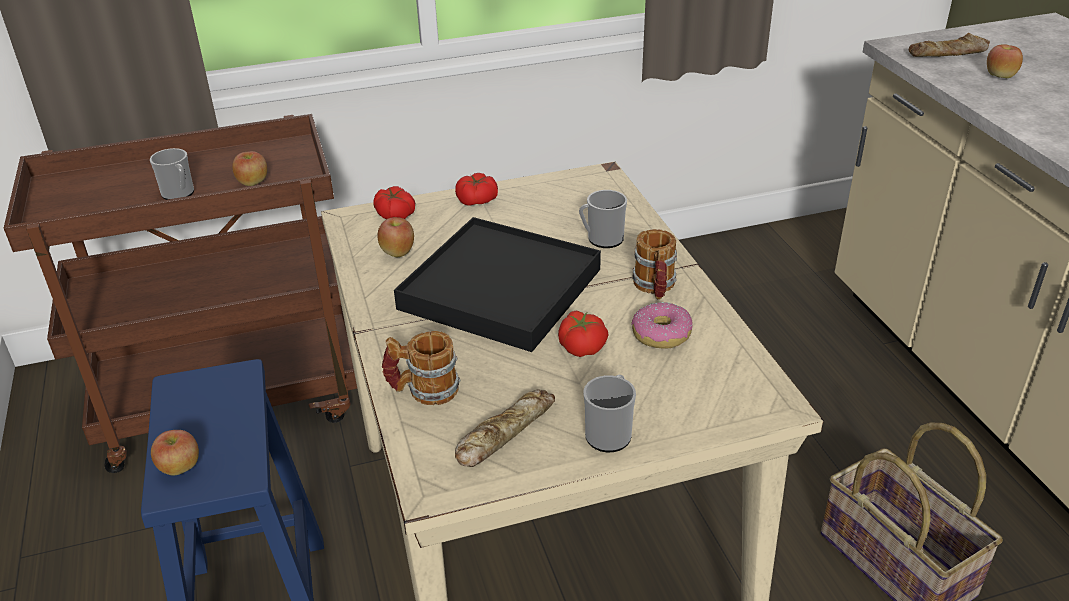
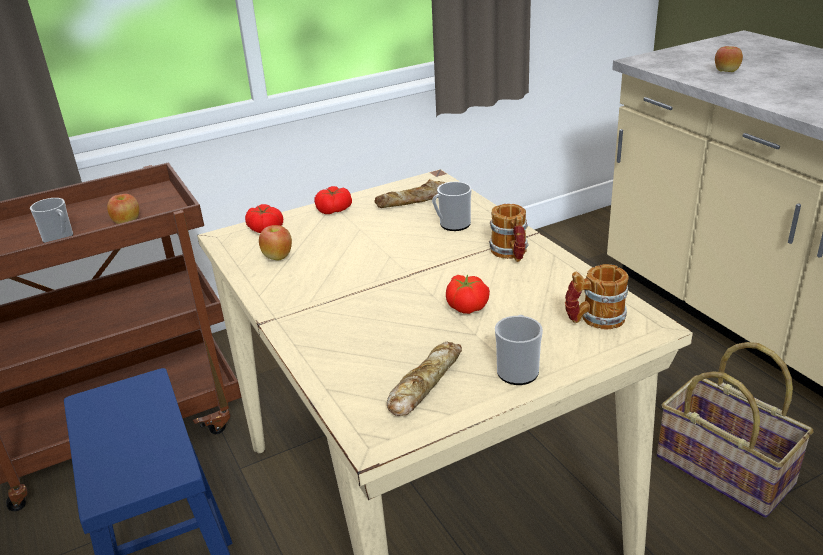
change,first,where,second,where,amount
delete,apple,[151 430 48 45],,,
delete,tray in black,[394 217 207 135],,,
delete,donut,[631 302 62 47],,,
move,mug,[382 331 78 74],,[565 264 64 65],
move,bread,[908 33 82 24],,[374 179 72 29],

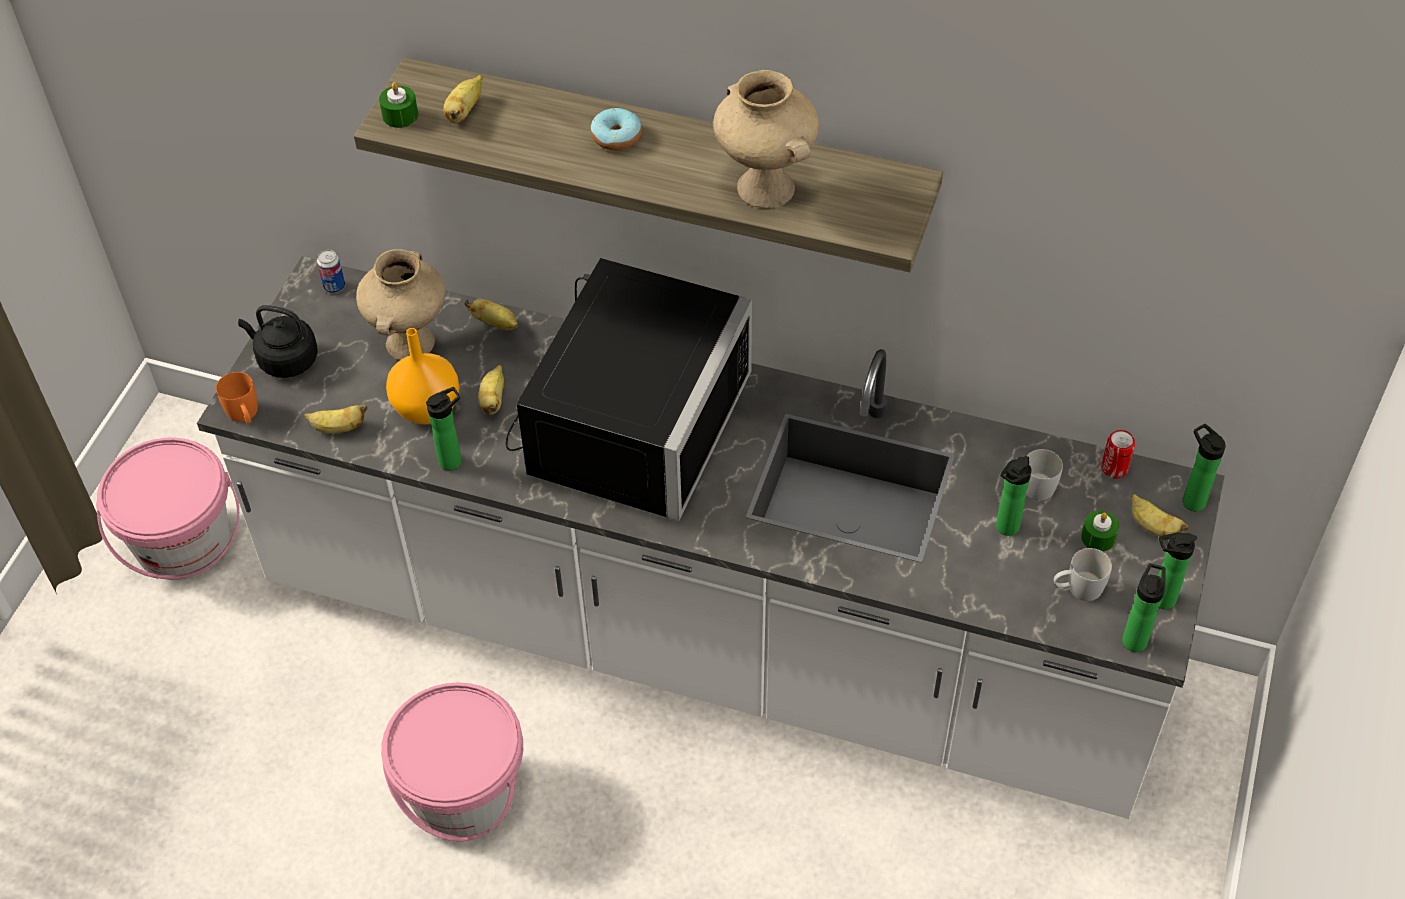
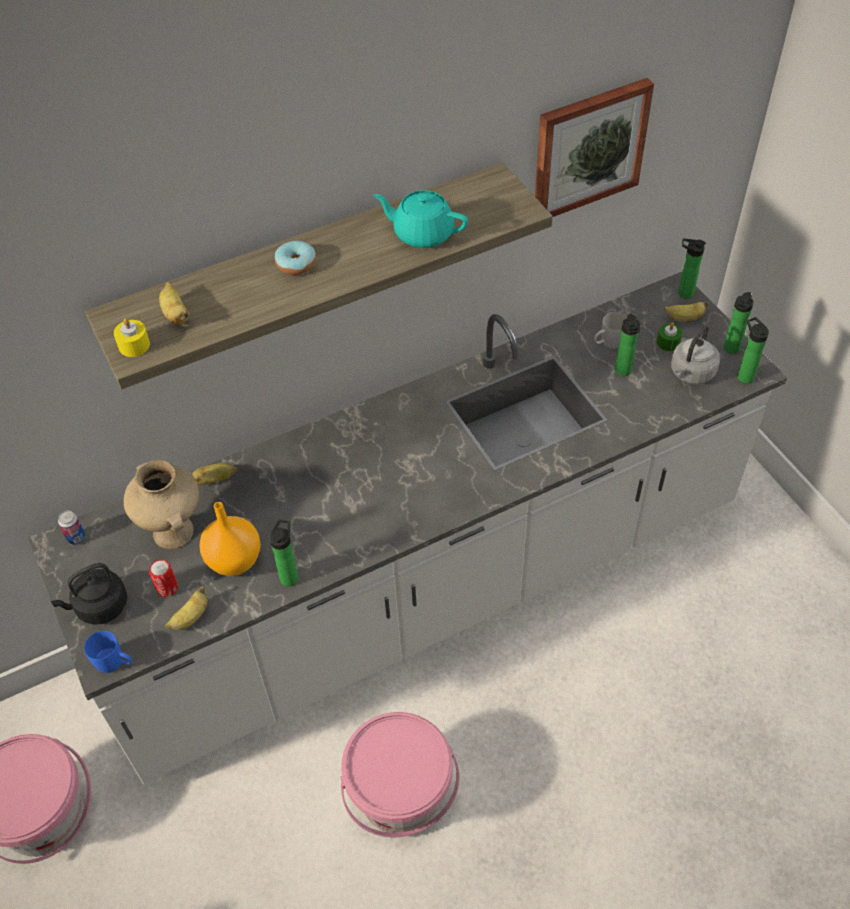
change,first,where,second,where,amount
delete,banana,[478 365 26 50],,,
delete,microwave in black,[505 258 247 263],,,
insert,,,picture,[535 78 119 139],
move,can,[1101 430 34 49],,[149 559 29 38],
replace,vase in beige,[713 70 106 138],teapot in turquoise,[373 190 95 58],
replace,mug in white,[1054 548 58 53],kettle in grey,[671 325 49 59],
recolor,mug in orange,[216 372 42 52],mug in blue,[84 631 48 42],
recolor,candle in green,[379 82 39 46],candle in yellow,[114 318 36 39],

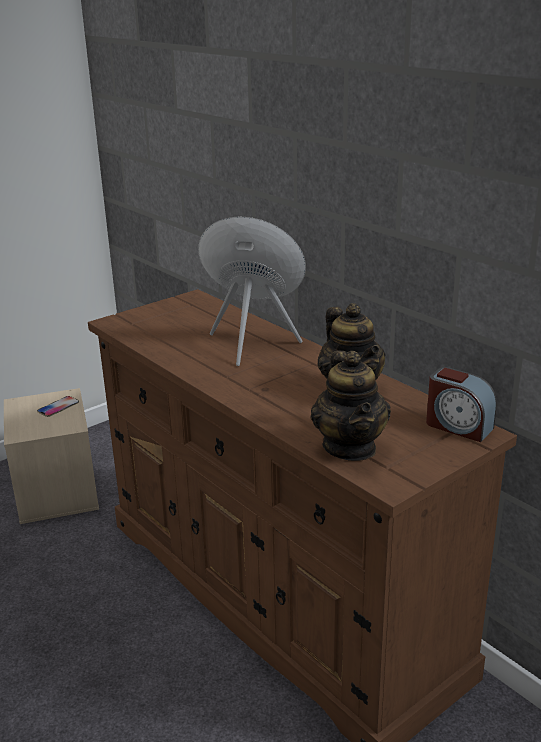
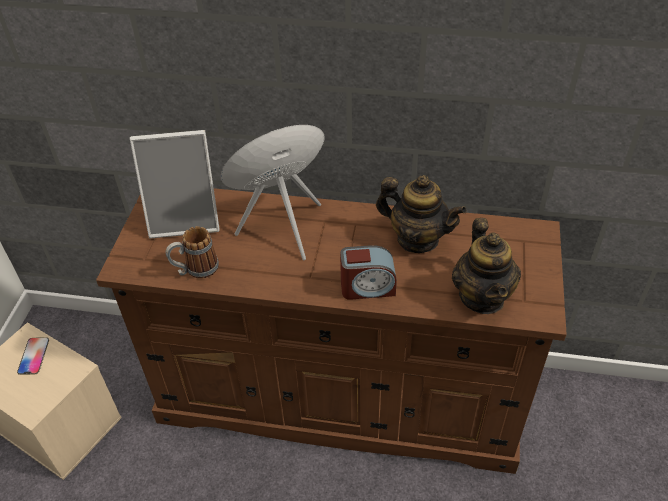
change,first,where,second,where,amount
insert,,,picture frame,[130 130 90 109],
insert,,,mug,[165 226 54 53],
move,alarm clock,[426 367 71 75],,[340 245 57 55],
rotate,teapot,[310 351 81 110],,[452 218 69 96],45 degrees clockwise

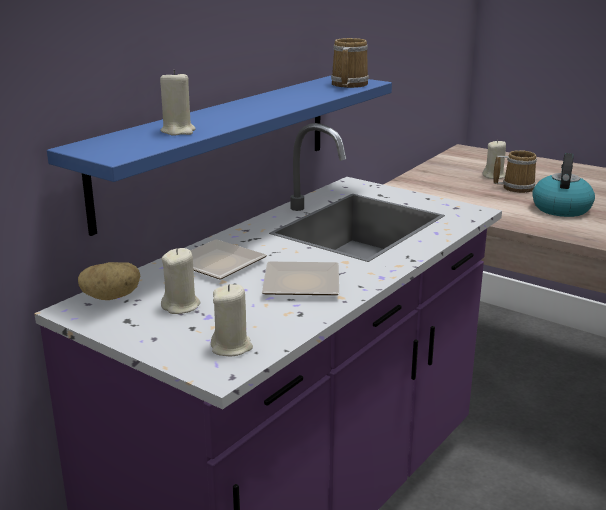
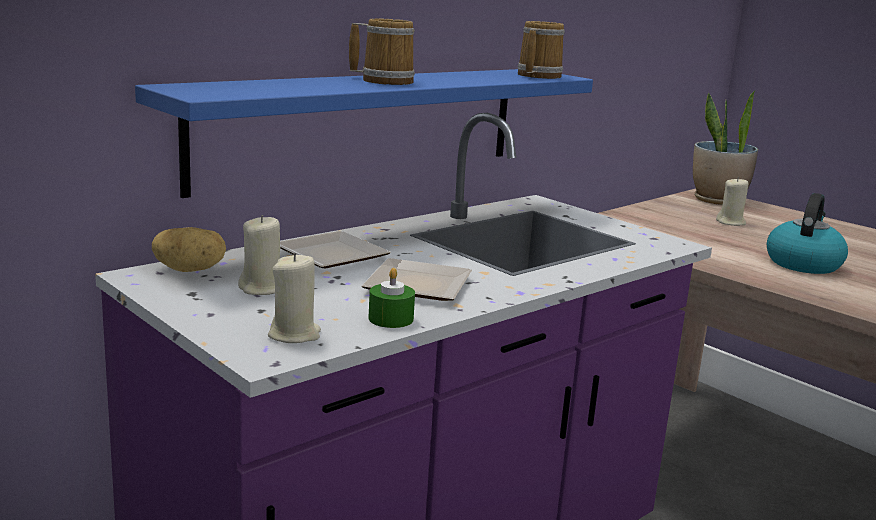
change,first,where,second,where,amount
delete,candle in beige,[160 70 36 66],,,
insert,,,candle in green,[369 268 46 60],
insert,,,potted plant,[693 90 65 115],
move,mug,[493 150 44 43],,[349 18 66 67],

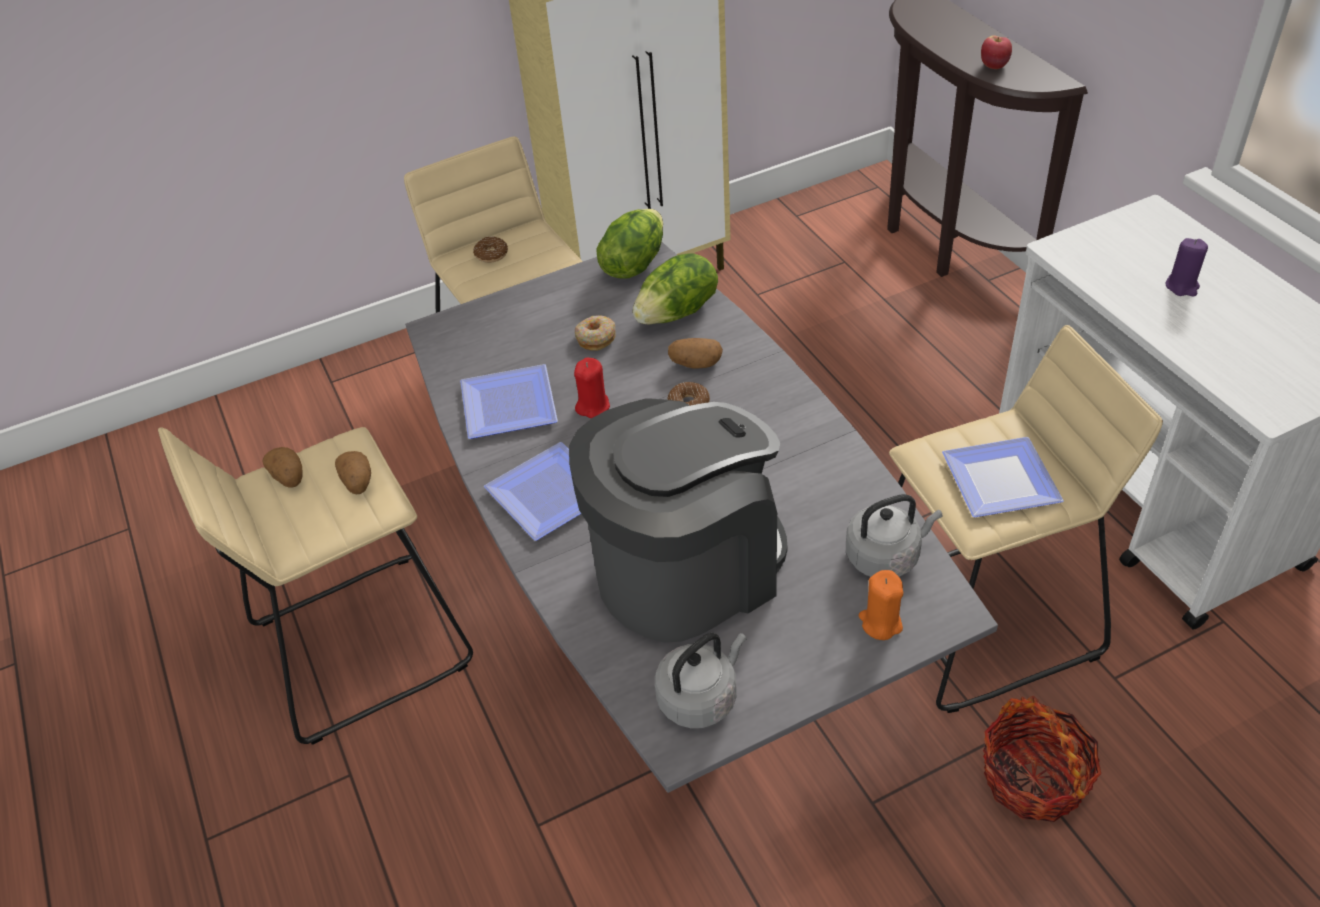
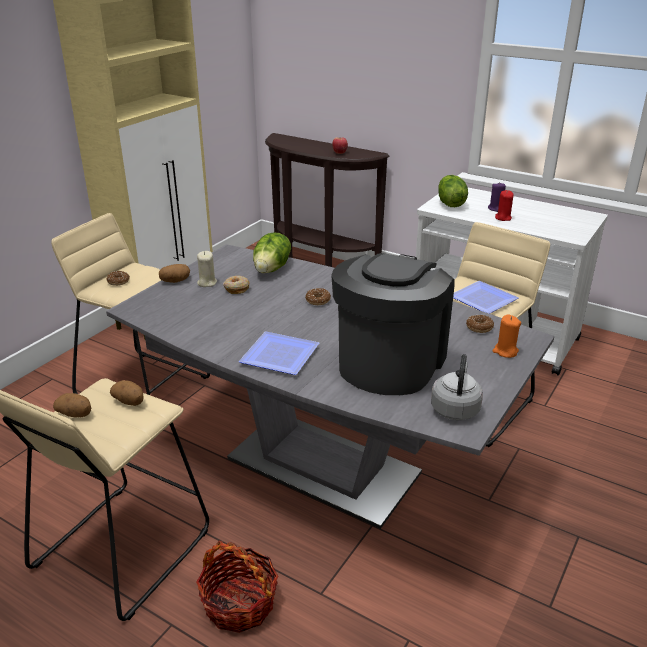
change,first,where,second,where,amount
delete,plate,[460 364 98 75],,,
insert,,,candle in beige,[197 251 20 36],
move,candle in red,[574 357 36 61],,[495 190 19 31],
move,lettuce,[596 209 67 69],,[438 175 30 32],
move,potato,[668 338 55 31],,[159 264 31 19],
move,basket,[983 696 118 126],,[196 541 82 92],
replace,kettle in grey,[846 494 96 83],donut,[466 315 28 18],

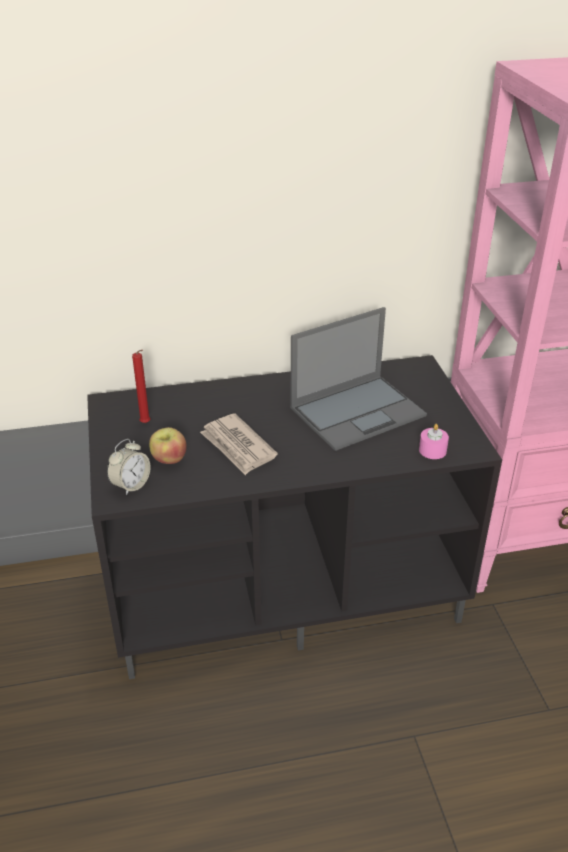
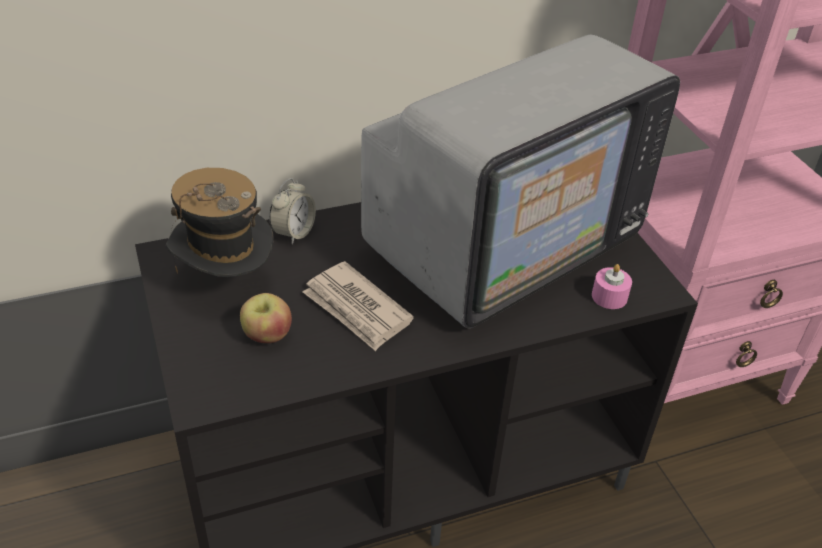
change,first,where,second,where,amount
move,alarm clock,[107 439 44 57],,[269 178 47 66],
replace,candle in red,[132 350 19 73],hat,[166 168 108 109],
replace,laptop,[290 307 137 144],television,[361 34 319 294],

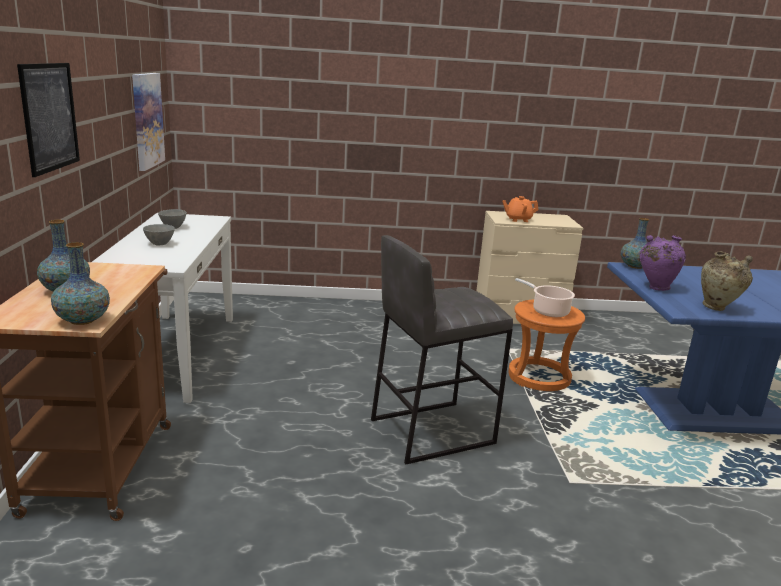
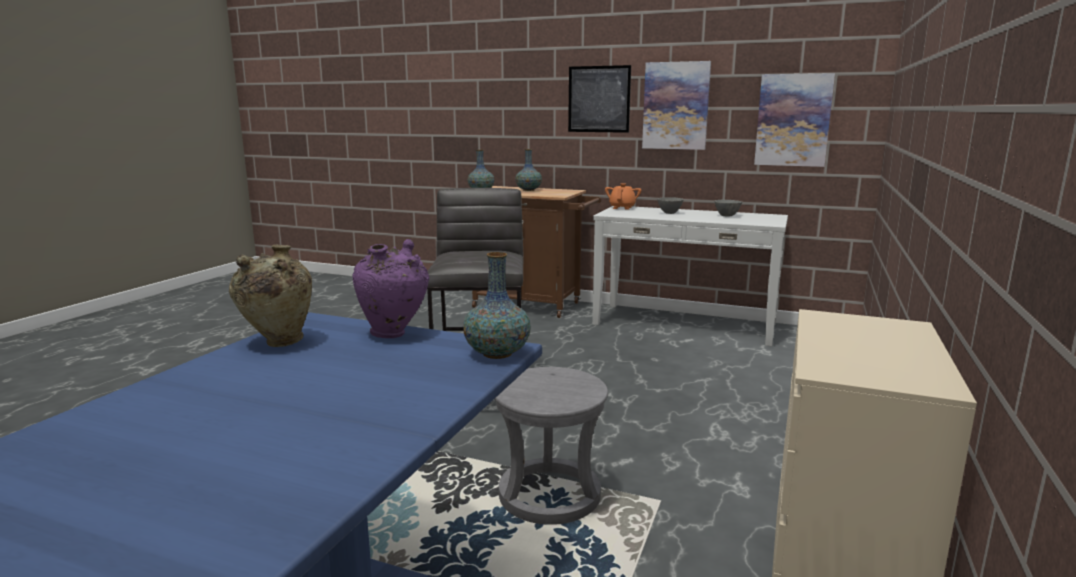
change,first,where,second,where,amount
delete,cooking pot,[515 278 60 39],,,
insert,,,picture,[642 61 69 89],
move,teapot in orange,[502 196 37 26],,[605 183 36 27],
recolor,stool in orange,[508 299 77 92],stool in grey,[495 367 113 158],

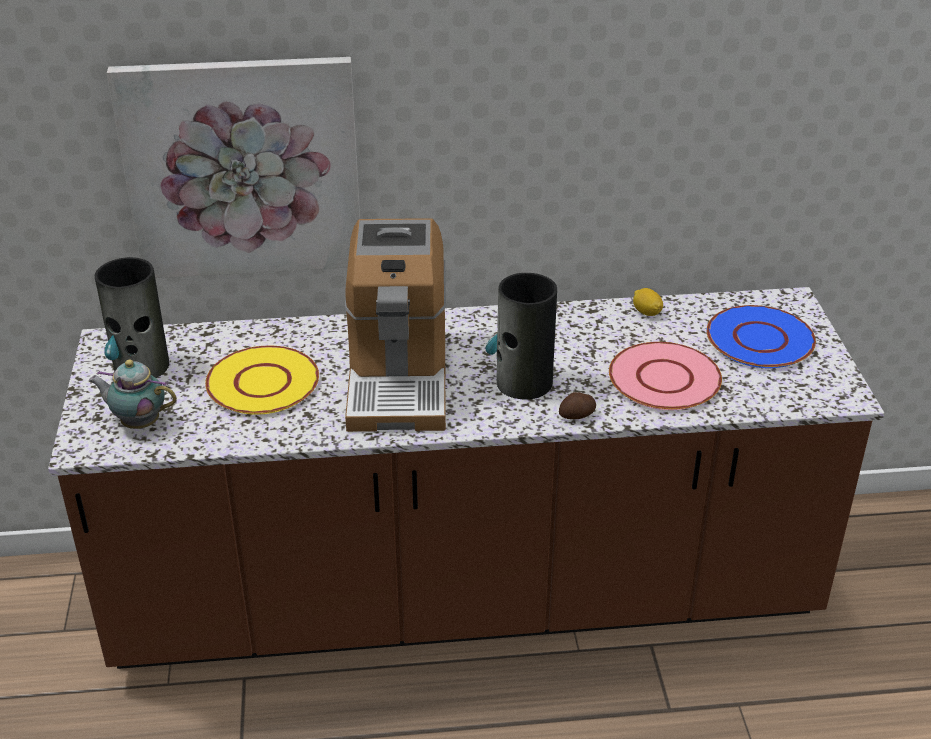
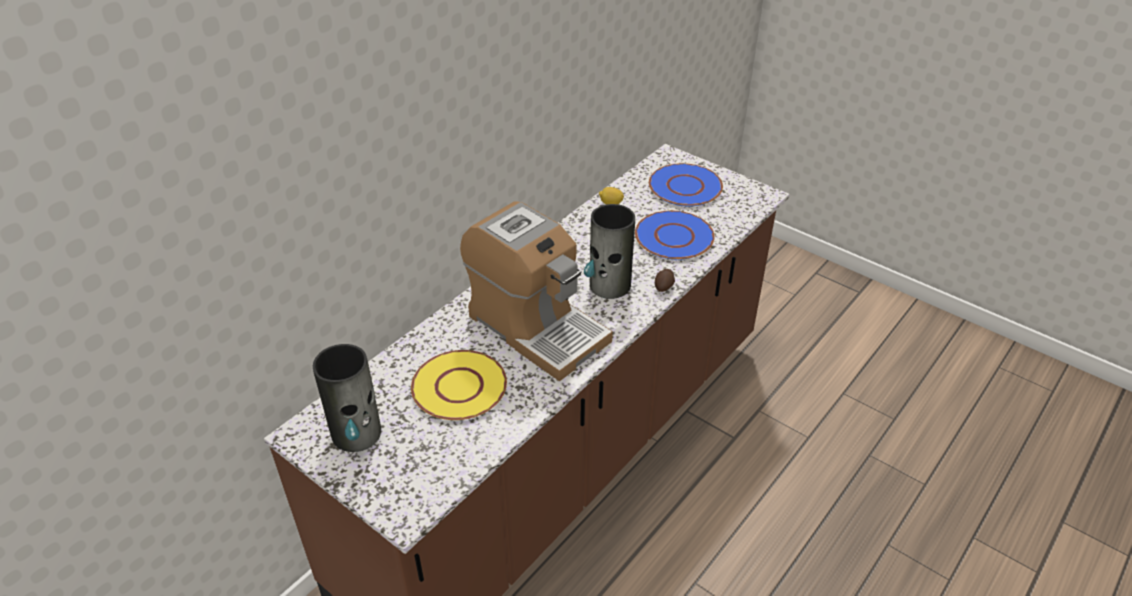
change,first,where,second,where,amount
delete,teapot,[89 360 88 69],,,
delete,picture,[107 57 253 221],,,
recolor,plate in pink,[609 342 113 68],plate in blue,[635 211 80 49],

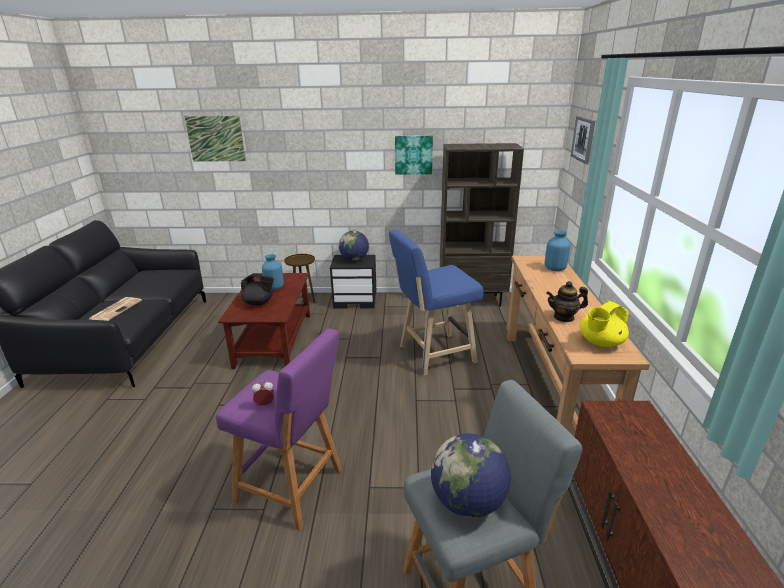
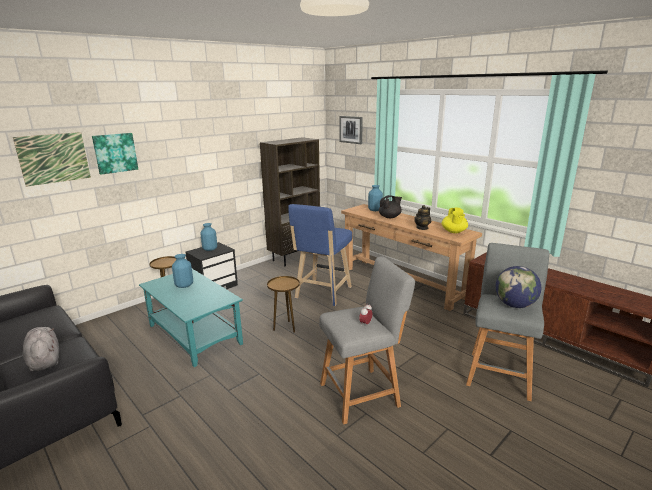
change,first,where,second,where,amount
insert,,,side table in brown,[267 276 33 57],
move,teapot in black,[241 274 33 32],,[379 195 23 23],
move,picture,[395 135 38 40],,[92 133 46 42],
replace,newspaper,[89 297 53 24],plush toy in grey,[23 327 36 44],
replace,globe,[339 231 30 30],vase in blue,[201 223 16 28],
recolor,stool in purple,[216 329 126 202],stool in grey,[319 257 96 167],
recolor,coffee table in brown,[218 273 92 96],coffee table in turquoise,[139 269 104 98],

